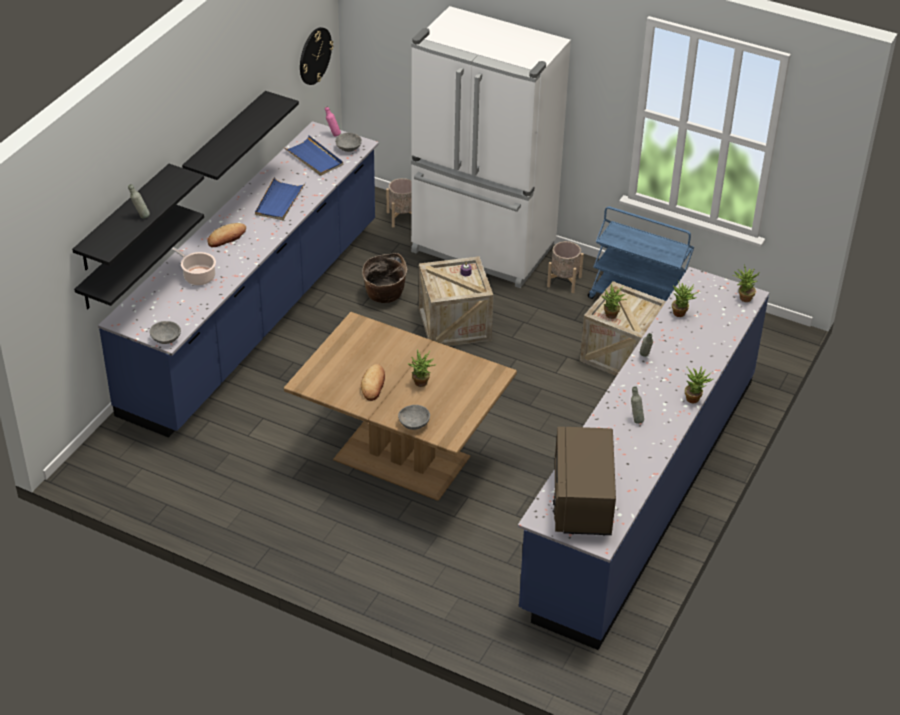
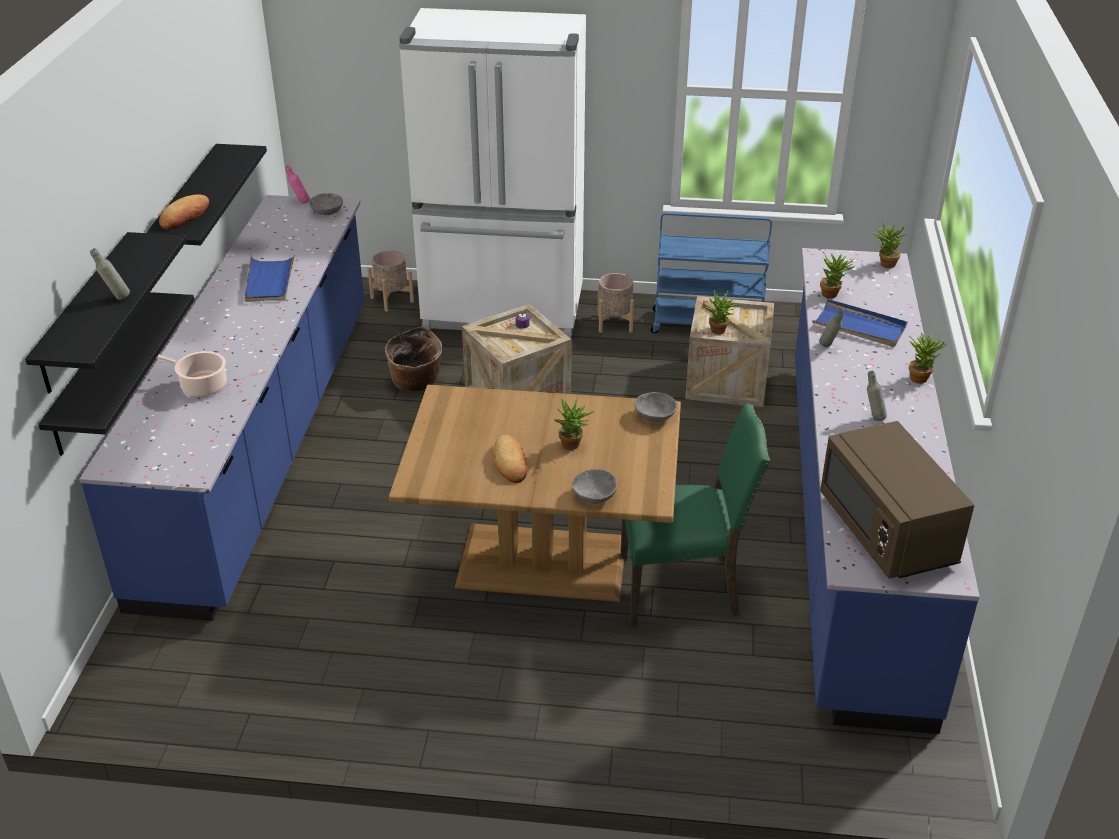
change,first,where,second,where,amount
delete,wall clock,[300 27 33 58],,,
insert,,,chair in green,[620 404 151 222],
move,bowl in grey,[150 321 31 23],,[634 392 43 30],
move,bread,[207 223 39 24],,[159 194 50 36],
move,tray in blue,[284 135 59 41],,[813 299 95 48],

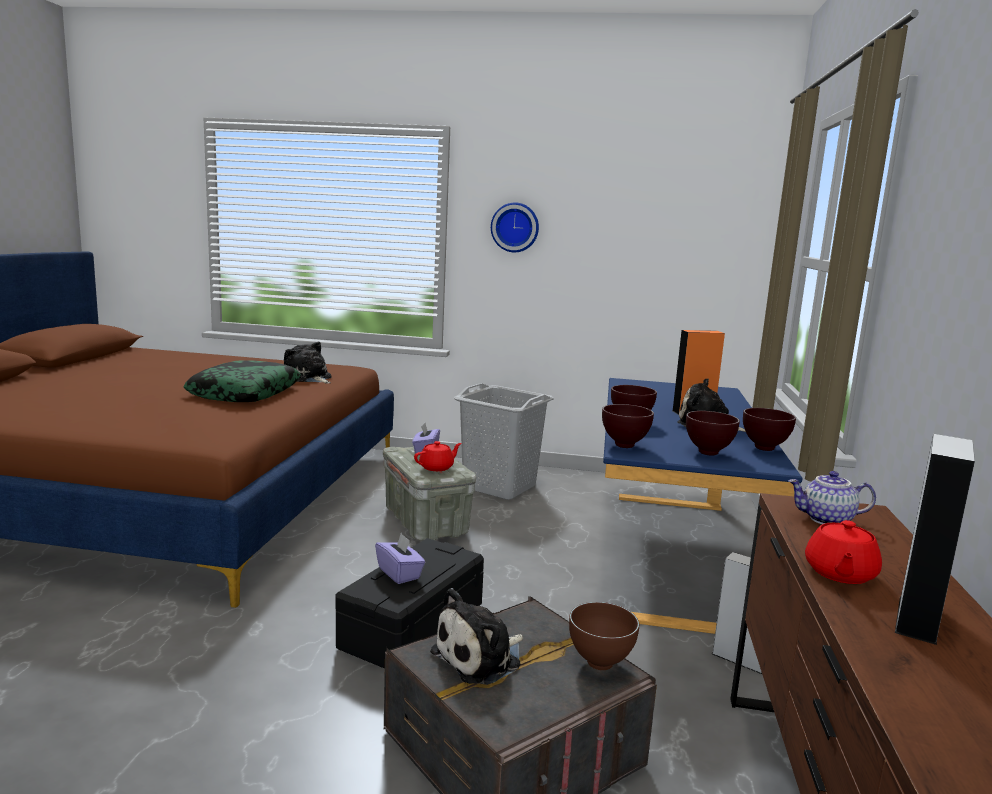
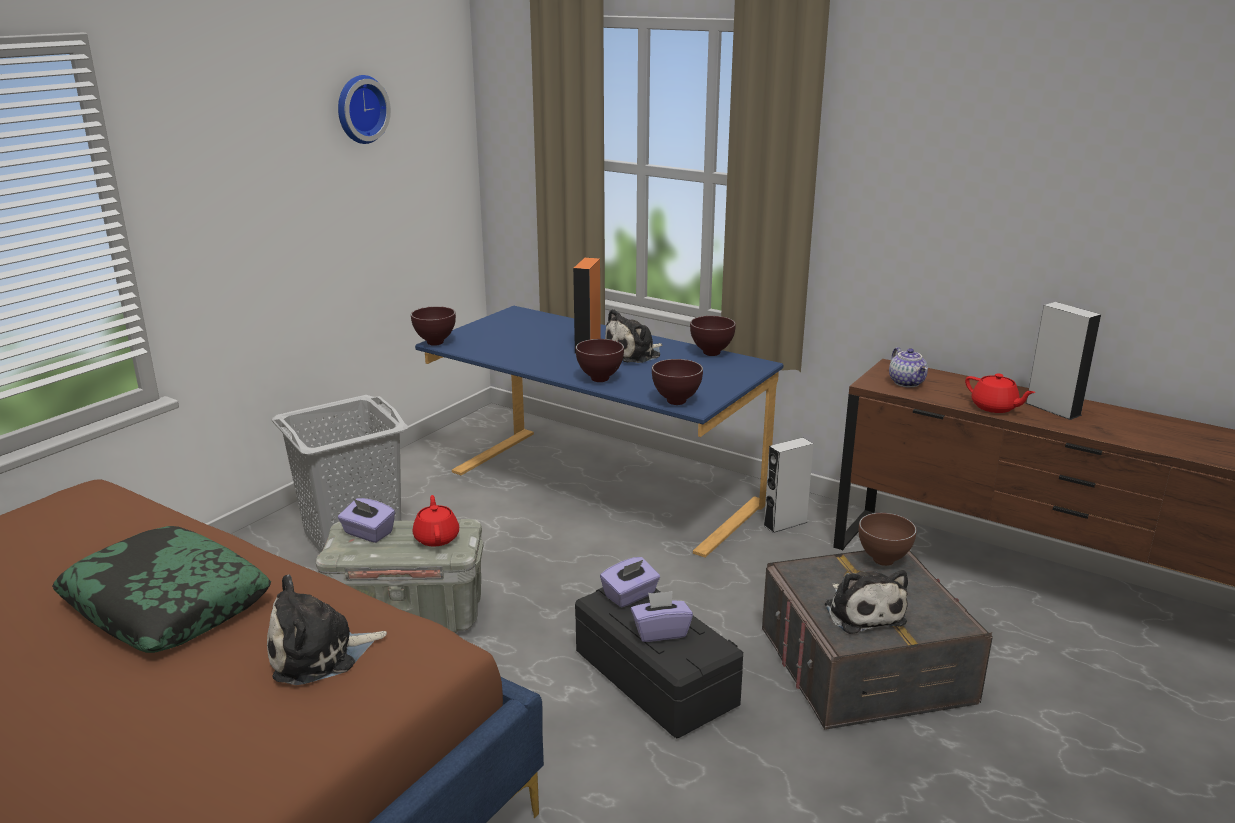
change,first,where,second,where,amount
insert,,,tissue box in purple,[600 557 60 51],
move,plush toy,[284 342 48 41],,[267 574 120 111],
move,wall clock,[491 202 48 50],,[338 75 53 69],
move,bowl in brown,[686 411 54 45],,[411 306 45 40],
rotate,teapot,[788 471 88 53],,[889 347 39 40],45 degrees counterclockwise

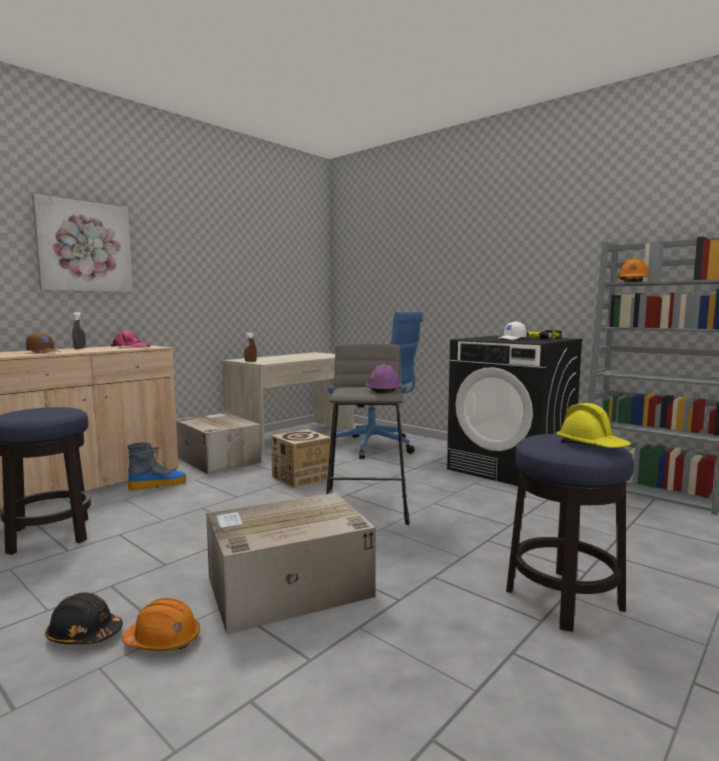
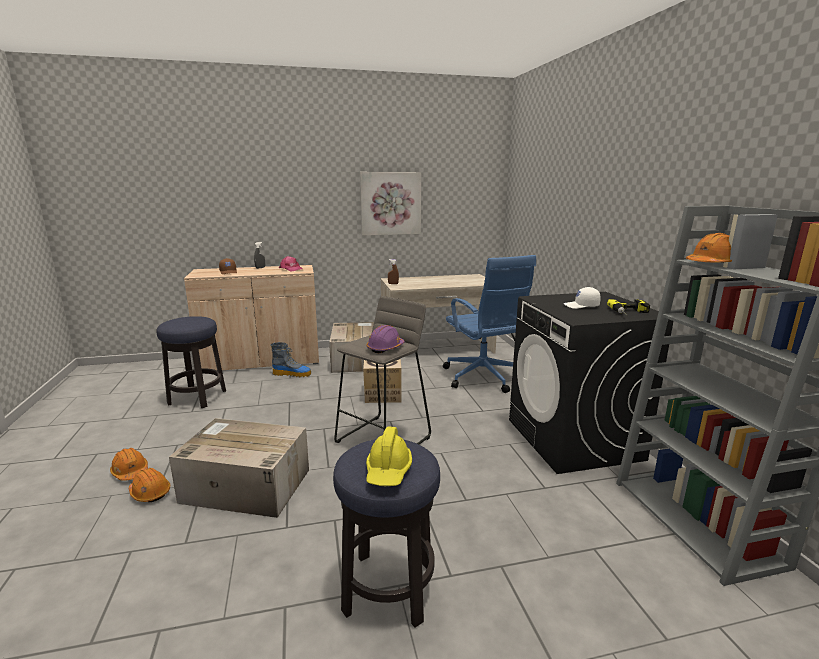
change,first,where,second,where,amount
move,picture,[32 194 101 98],,[360 172 61 64],
recolor,hard hat in black,[45 592 78 52],hard hat in orange,[110 448 38 33],

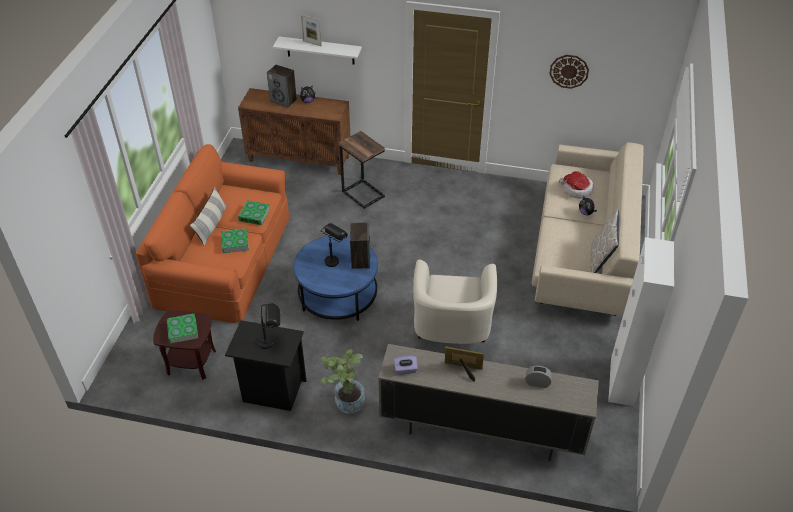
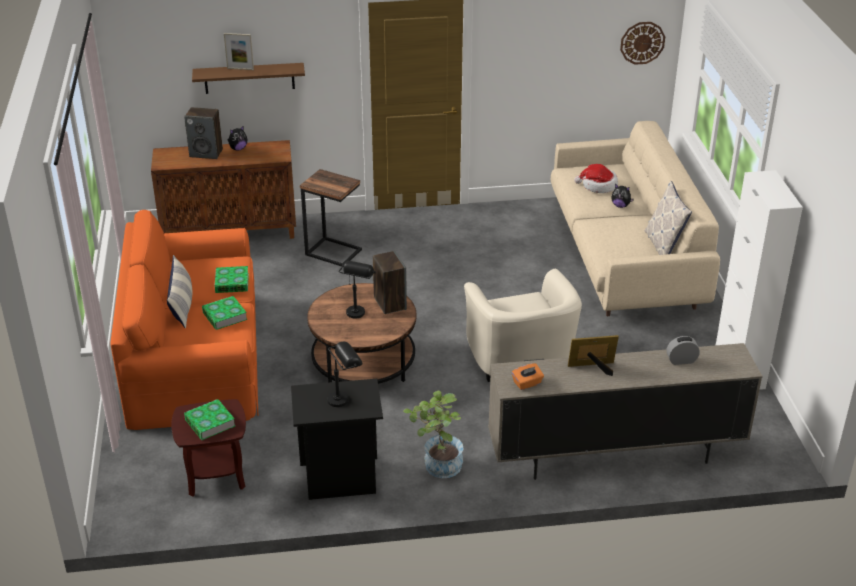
change,first,where,second,where,amount
move,wall clock,[549 55 40 34],,[620 22 45 43],
recolor,shelf in white,[273 36 89 29],shelf in brown,[192 63 113 31],
recolor,coffee table in blue,[294 235 84 86],coffee table in brown,[307 283 109 101],
recolor,tissue box in purple,[394 356 24 19],tissue box in orange,[512 363 32 27],

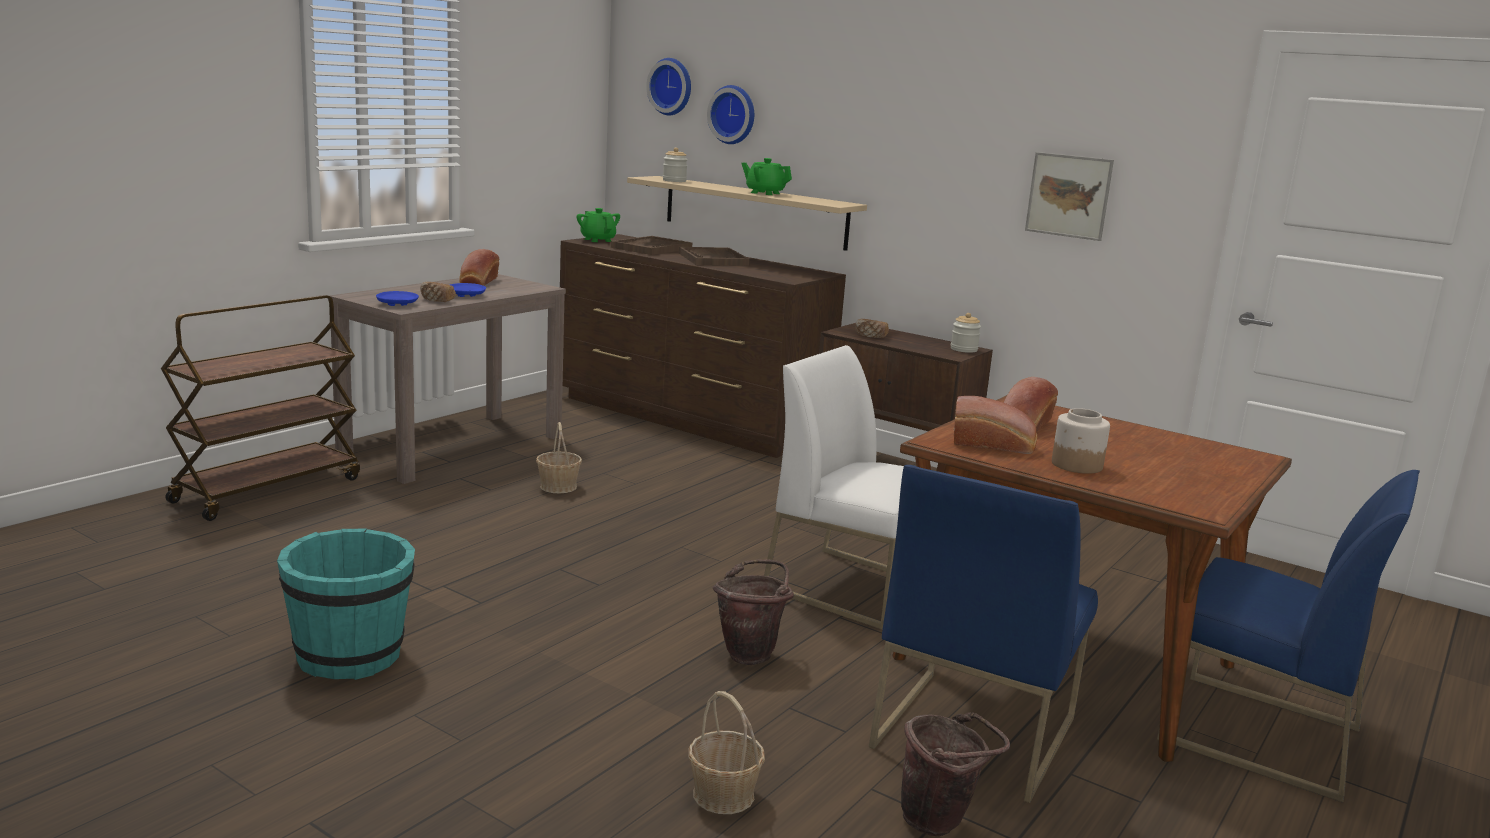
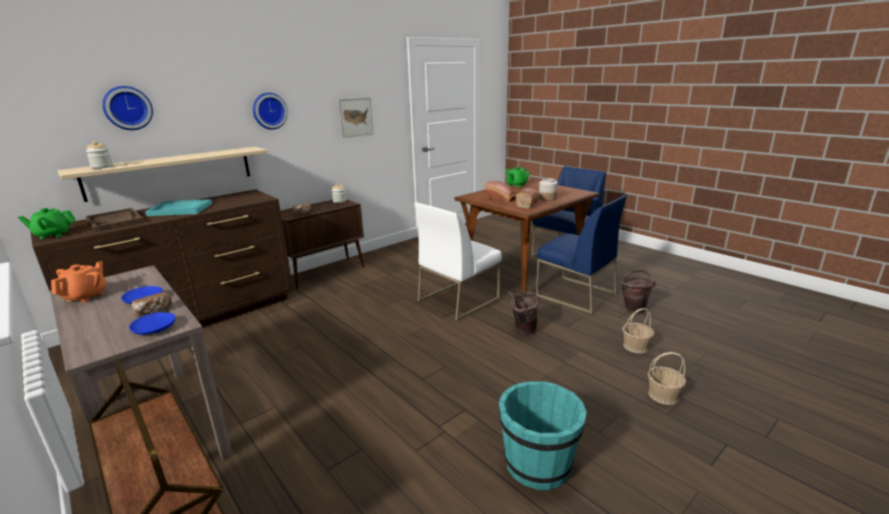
change,first,where,second,where,amount
move,basket,[536 422 46 71],,[648 352 38 53],
move,wall clock,[646 58 45 57],,[253 93 35 37],
move,teapot in green,[741 158 51 37],,[505 167 25 21],
replace,bread,[459 249 40 37],teapot in orange,[51 261 56 42],
recolor,tray in brown,[679 247 70 19],tray in turquoise,[145 199 67 17],

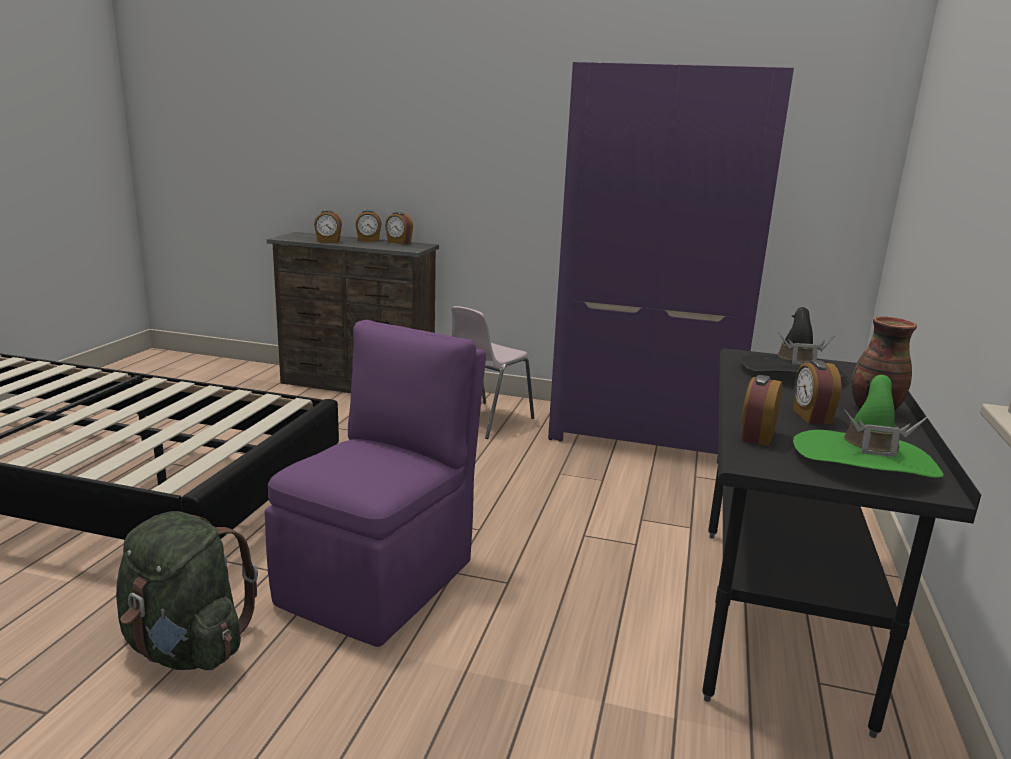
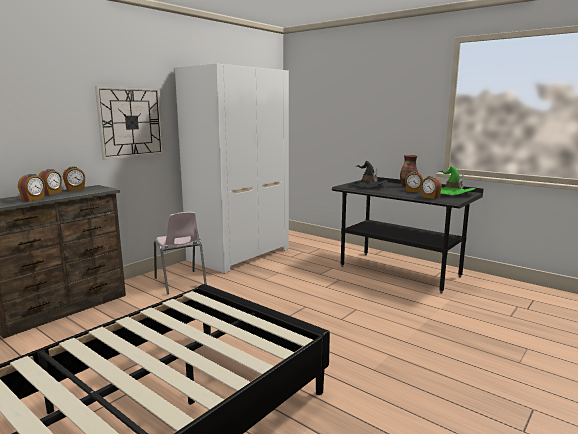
change,first,where,second,where,amount
delete,backpack in green,[116 511 142 159],,,
delete,chair in purple,[265 320 221 327],,,
insert,,,wall clock,[95 86 69 74],
recolor,wardrobe in purple,[548 62 246 401],wardrobe in white,[175 63 114 211],

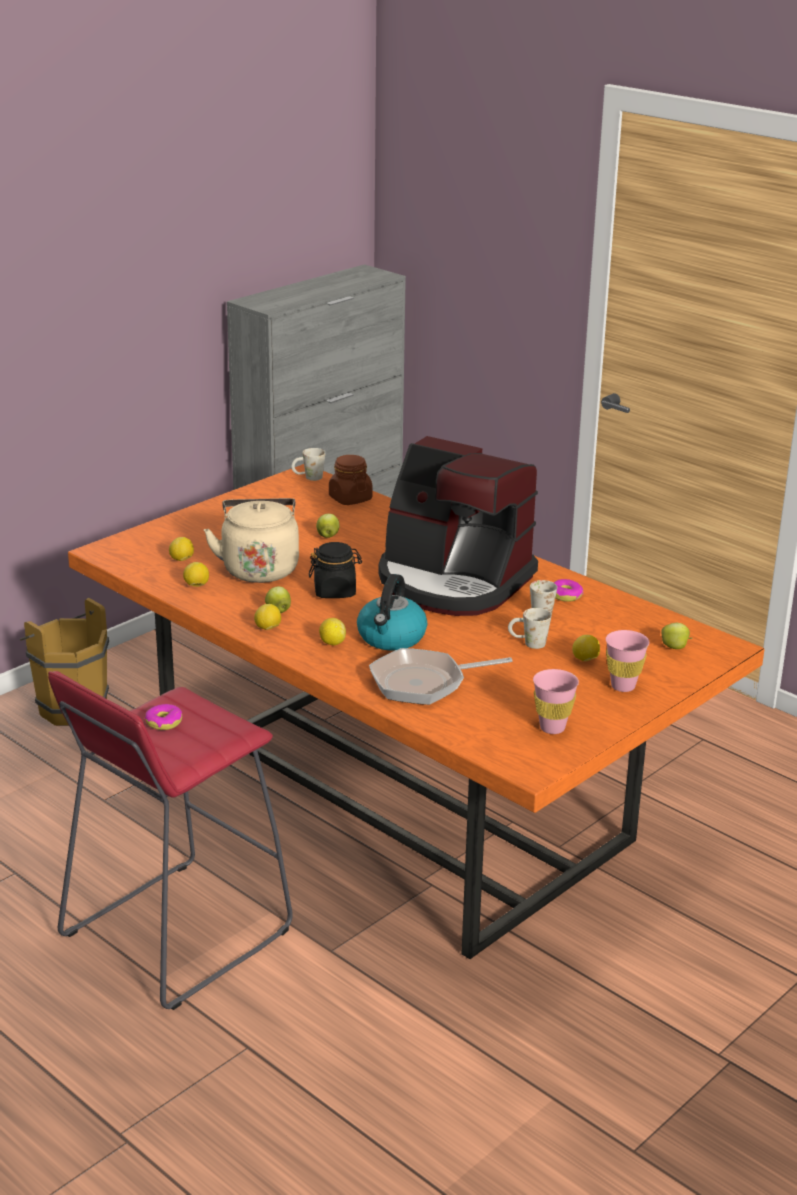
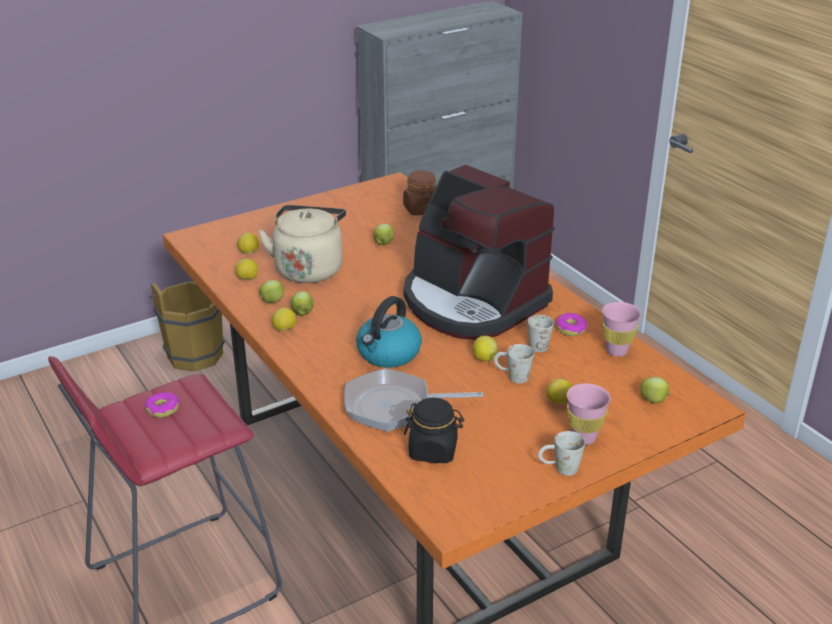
change,first,where,second,where,amount
insert,,,apple,[259 280 26 23],
move,mug in white,[291 448 34 33],,[538 431 47 45],
move,jar in black,[309 542 53 56],,[404 398 60 65],
move,lemon,[319 618 27 28],,[473 336 25 26],
move,cup in pink,[533 669 46 65],,[602 302 39 55],

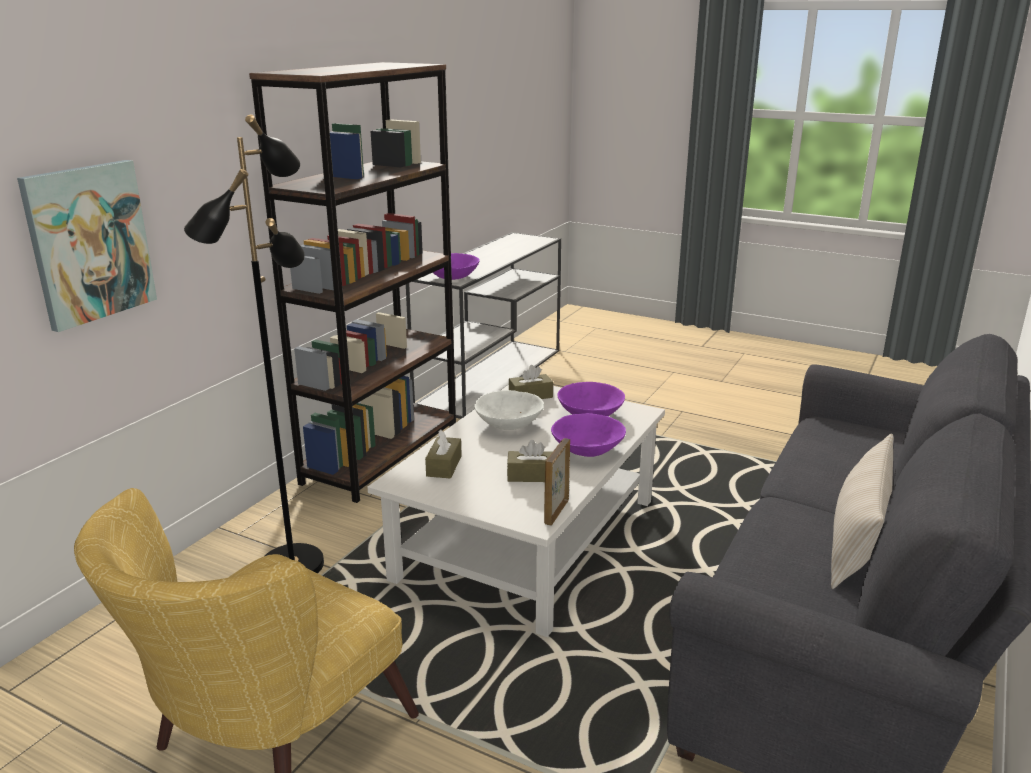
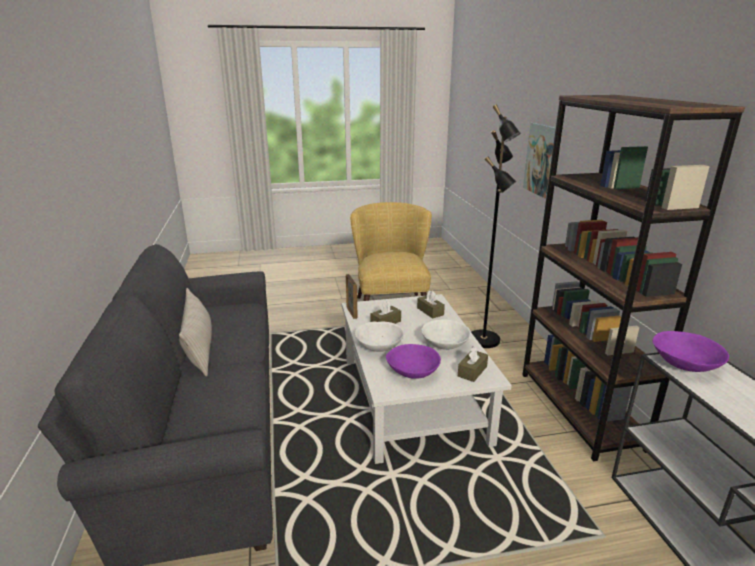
change,first,where,second,where,amount
recolor,bowl in purple,[551 413 75 44],bowl in white,[355 321 49 31],

